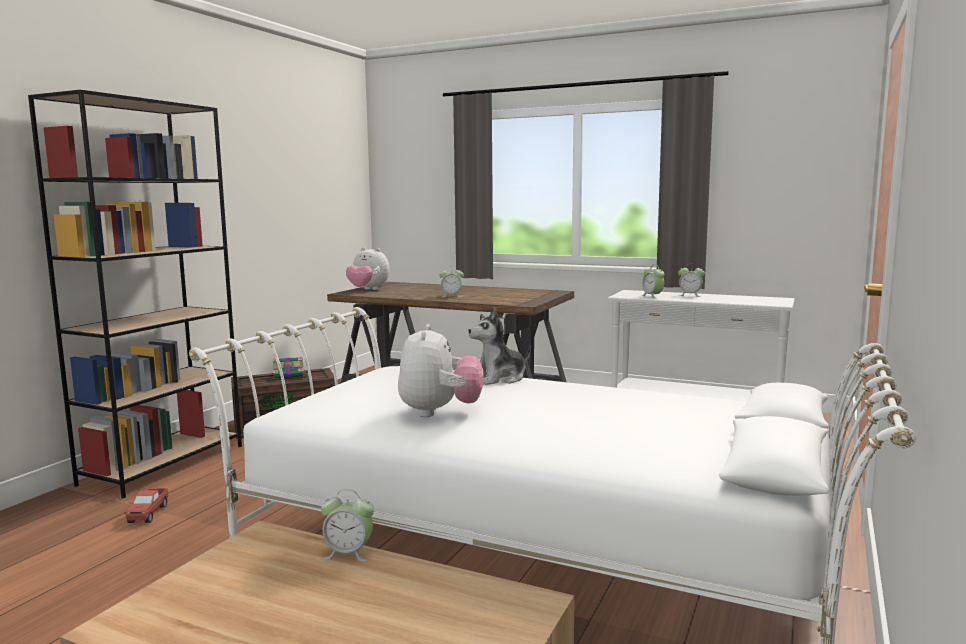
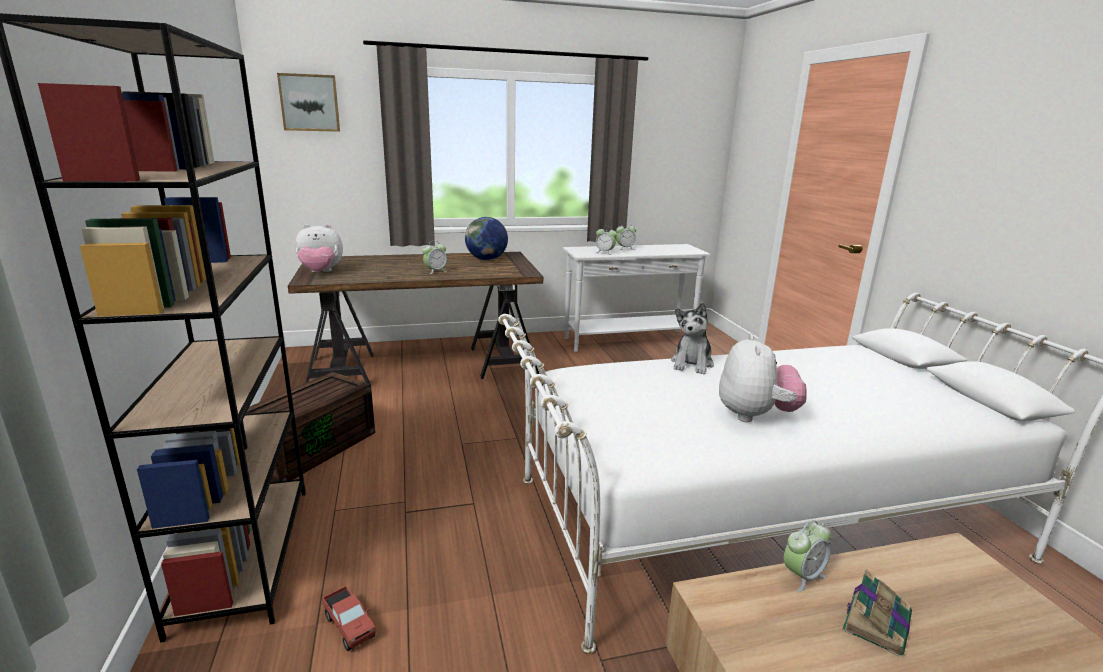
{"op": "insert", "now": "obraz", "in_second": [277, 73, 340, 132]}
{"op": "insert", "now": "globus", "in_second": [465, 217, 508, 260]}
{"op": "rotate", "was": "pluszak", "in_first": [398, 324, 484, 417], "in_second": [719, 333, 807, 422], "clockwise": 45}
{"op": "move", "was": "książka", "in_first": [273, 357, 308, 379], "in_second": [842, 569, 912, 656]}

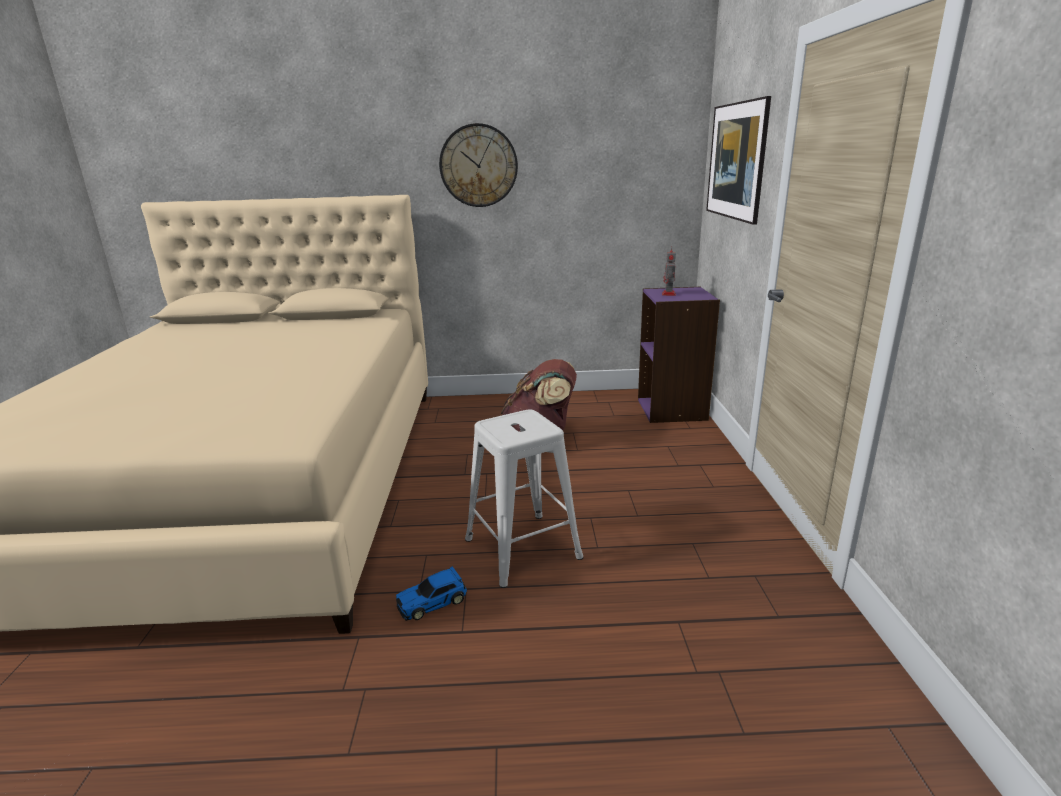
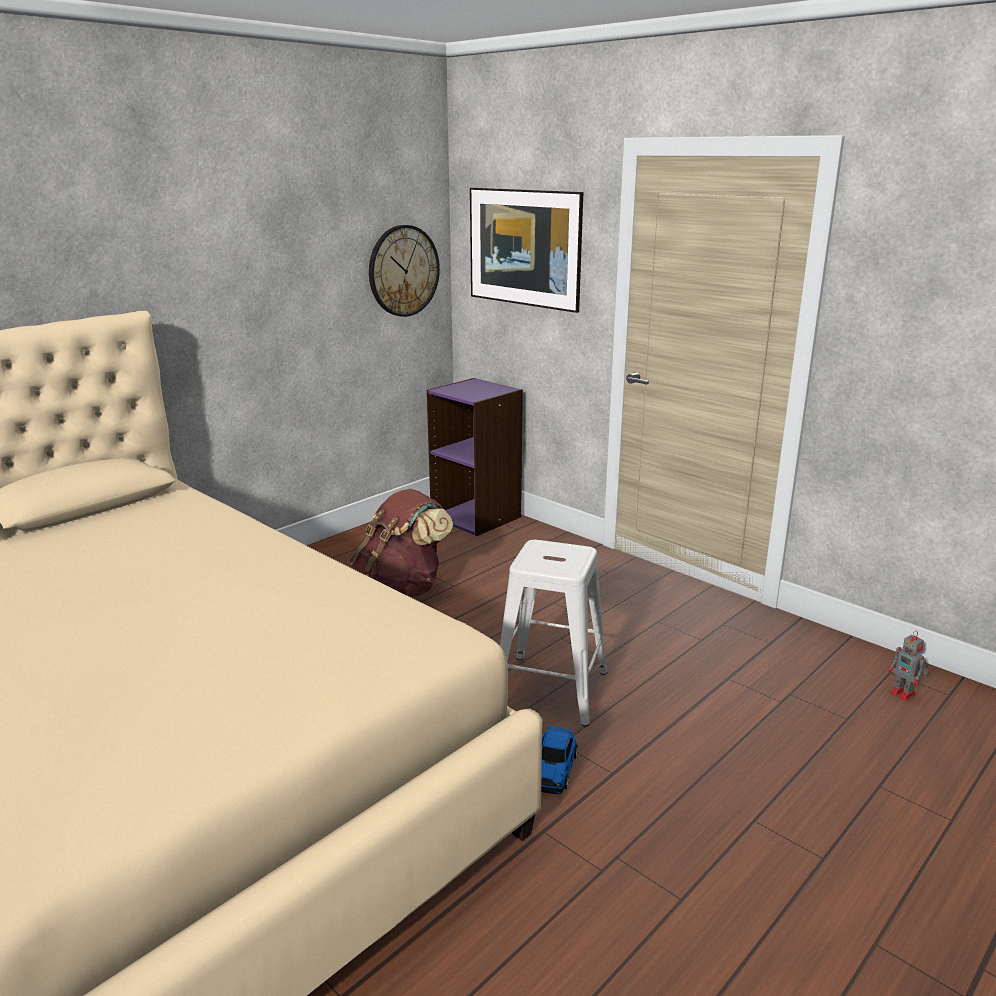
{"op": "move", "was": "zegar ścienny", "in_first": [439, 123, 518, 207], "in_second": [369, 225, 440, 317]}
{"op": "move", "was": "robot zabawkowy", "in_first": [662, 247, 676, 296], "in_second": [889, 631, 928, 701]}

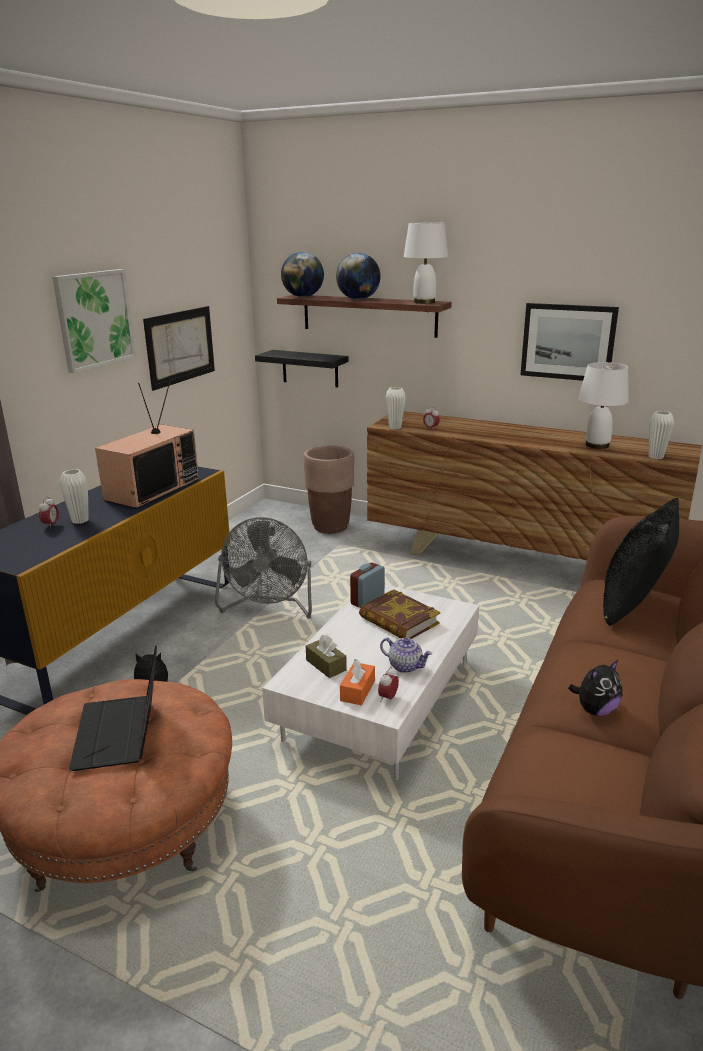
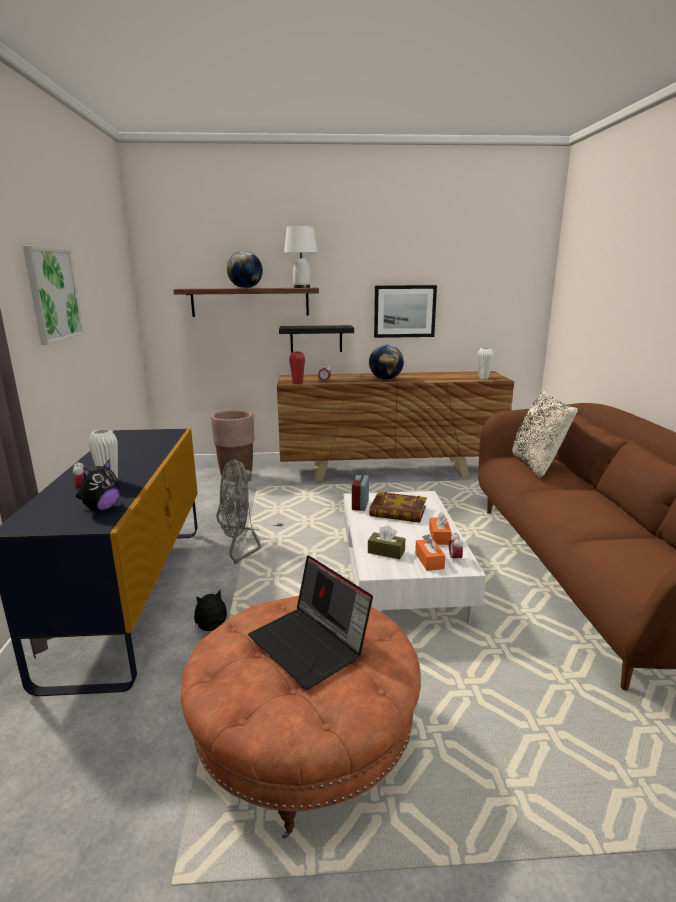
{"op": "move", "was": "pluszak", "in_first": [568, 660, 622, 716], "in_second": [76, 459, 120, 511]}
{"op": "rotate", "was": "wentylator (szary)", "in_first": [215, 517, 312, 619], "in_second": [216, 459, 283, 564], "clockwise": 90}
{"op": "move", "was": "półka (czarny)", "in_first": [255, 350, 349, 388], "in_second": [279, 325, 354, 353]}
{"op": "recolor", "was": "wazon (biały)", "now": "wazon (czerwony)", "in_first": [386, 387, 406, 429], "in_second": [289, 352, 305, 384]}
{"op": "move", "was": "globus", "in_first": [281, 252, 324, 297], "in_second": [369, 345, 404, 380]}
{"op": "replace", "was": "imbryk", "now": "pudełko chusteczek (pomarańczowy)", "in_first": [380, 638, 432, 673], "in_second": [429, 512, 452, 545]}
{"op": "recolor", "was": "poduszka (czarny)", "now": "poduszka (beżowy)", "in_first": [603, 498, 679, 626], "in_second": [512, 391, 578, 477]}
{"op": "delete", "was": "telewizor", "in_first": [95, 380, 199, 509]}
{"op": "delete", "was": "obraz", "in_first": [143, 306, 215, 391]}
{"op": "delete", "was": "lampa stołowa (biały)", "in_first": [578, 362, 629, 449]}

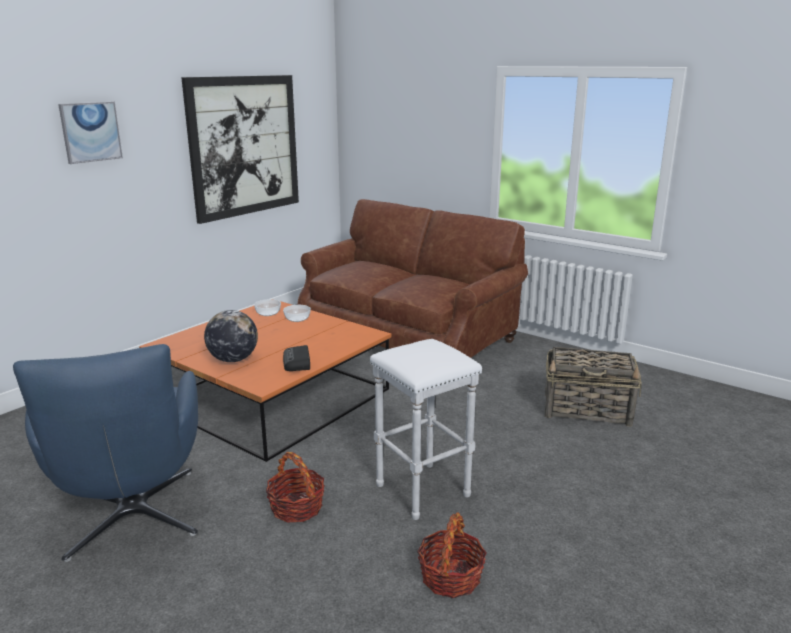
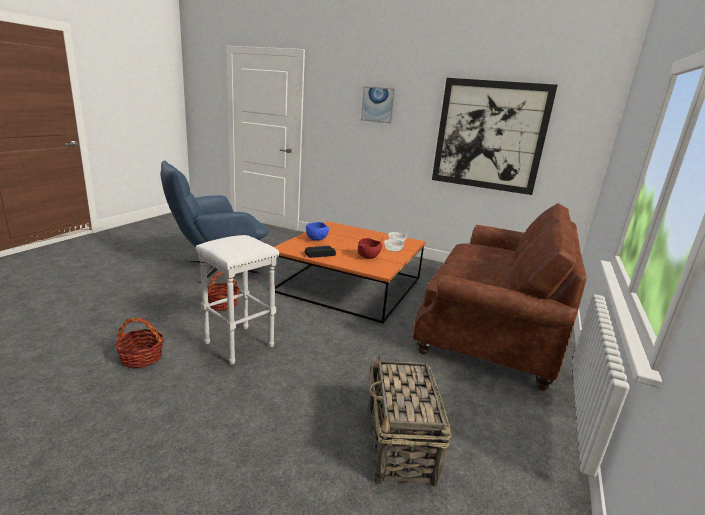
{"op": "replace", "was": "globus", "now": "miska (niebieski)", "in_first": [204, 310, 258, 362], "in_second": [305, 222, 329, 241]}
{"op": "insert", "now": "miska (czerwony)", "in_second": [358, 238, 382, 259]}

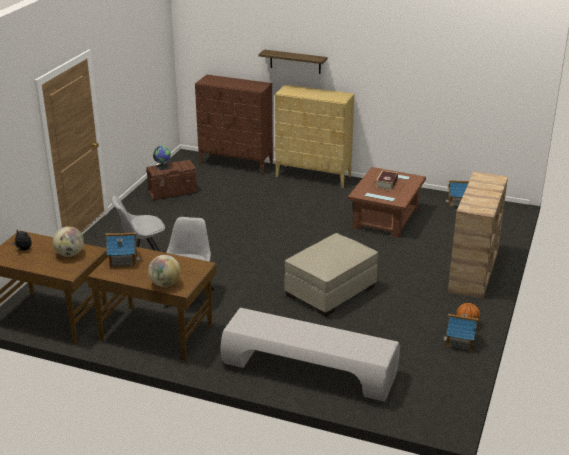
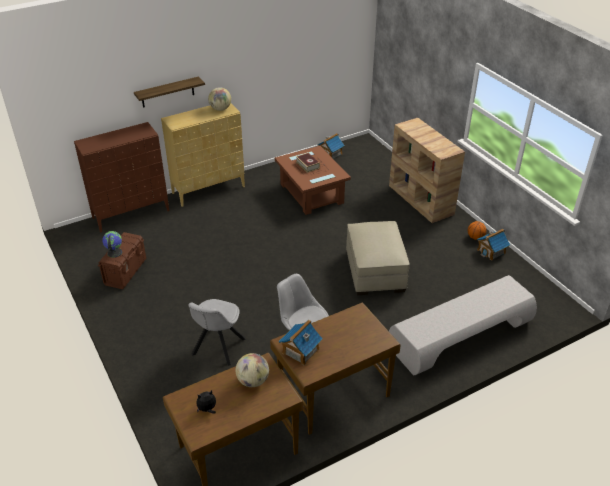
{"op": "move", "was": "globus", "in_first": [148, 255, 180, 287], "in_second": [208, 87, 231, 111]}

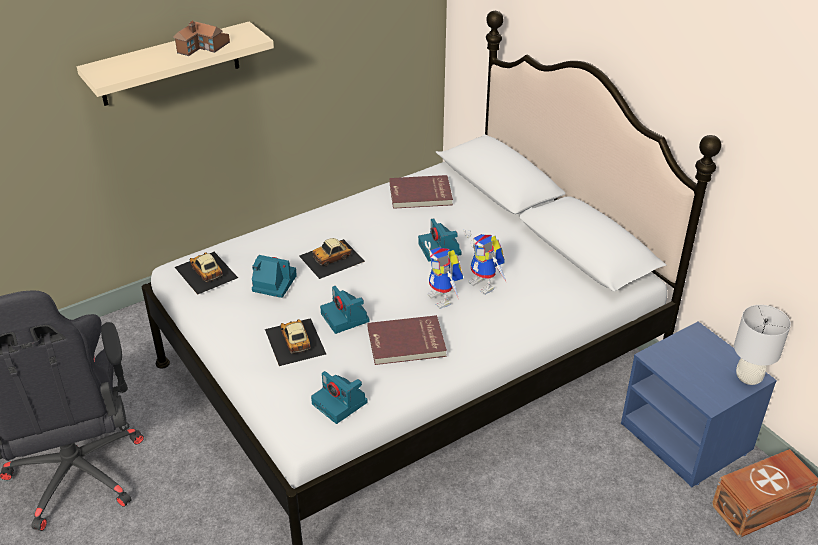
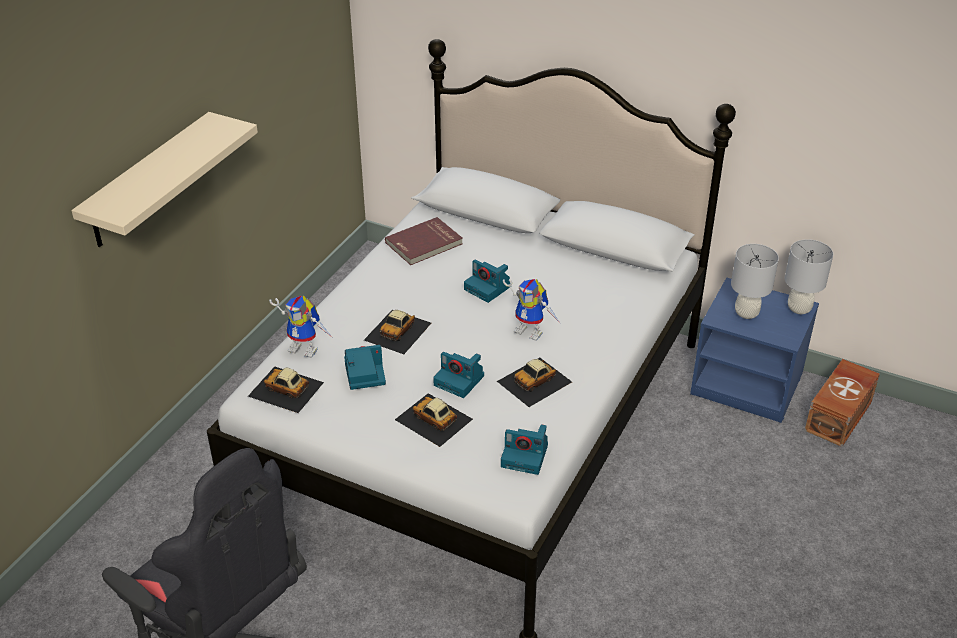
{"op": "move", "was": "robot zabawkowy", "in_first": [464, 230, 507, 295], "in_second": [269, 296, 333, 358]}
{"op": "replace", "was": "książka (czerwony)", "now": "samochodzik", "in_first": [367, 315, 447, 365], "in_second": [497, 358, 572, 407]}
{"op": "insert", "now": "lampa stołowa (szary)", "in_second": [731, 244, 779, 319]}
{"op": "delete", "was": "domek", "in_first": [173, 21, 230, 56]}

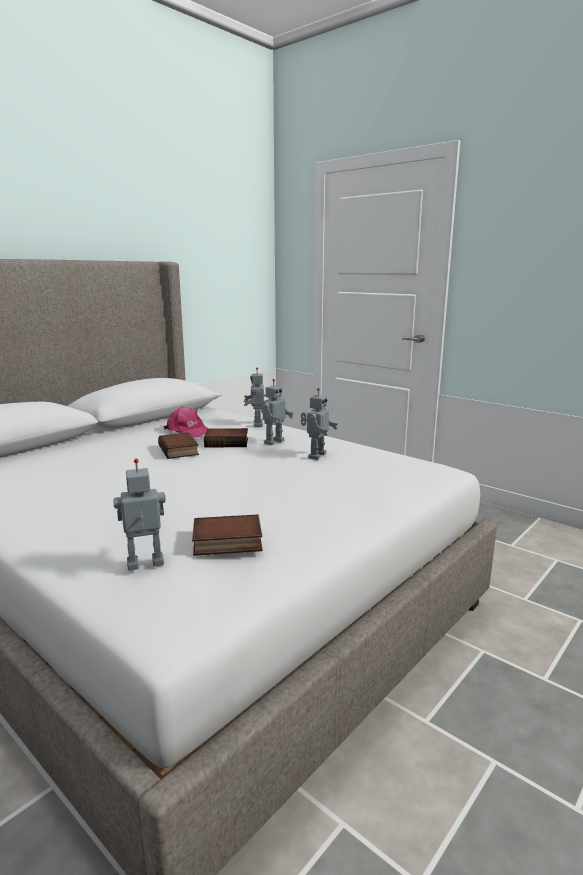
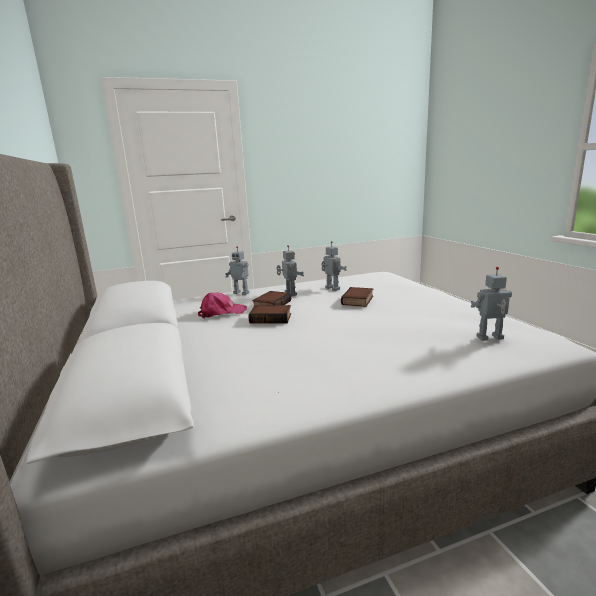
{"op": "move", "was": "książka", "in_first": [192, 514, 263, 556], "in_second": [341, 287, 373, 307]}
{"op": "rotate", "was": "robot zabawkowy", "in_first": [113, 459, 166, 570], "in_second": [471, 267, 512, 341], "clockwise": 75}

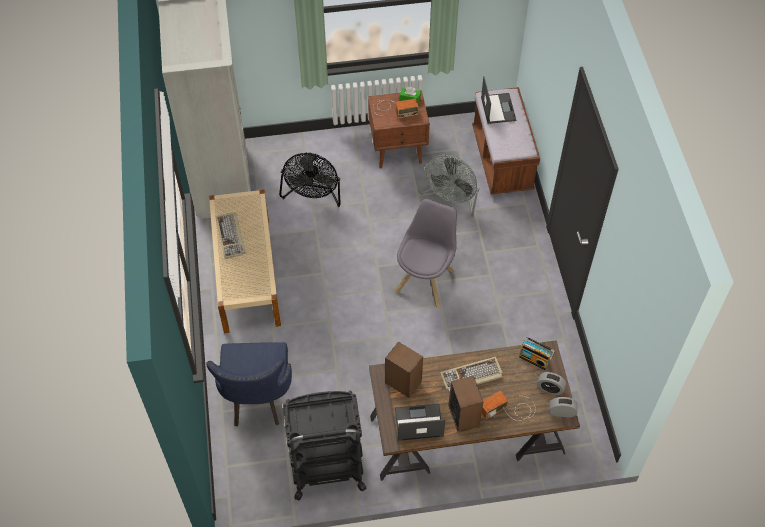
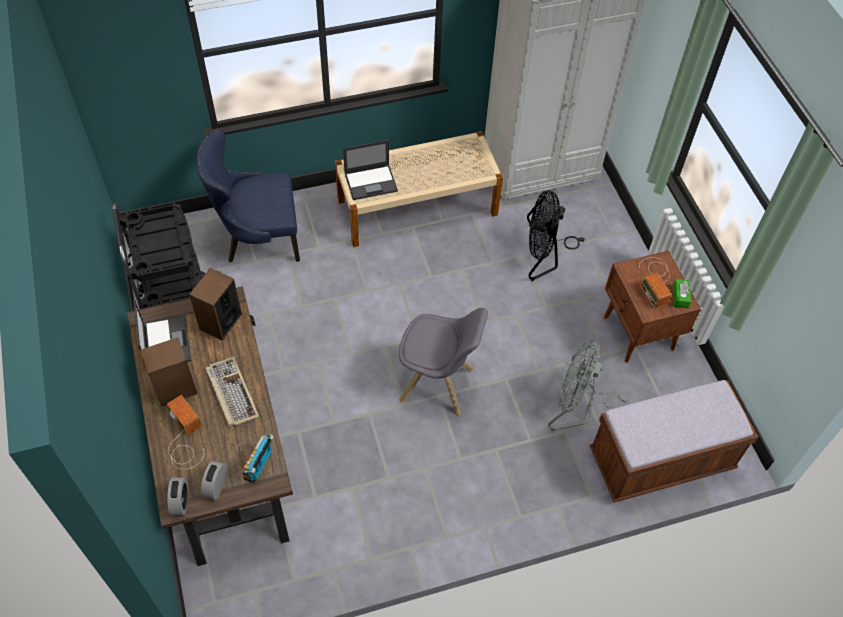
{"op": "move", "was": "laptop", "in_first": [481, 76, 516, 124], "in_second": [343, 140, 398, 200]}
{"op": "delete", "was": "klawiatura", "in_first": [216, 212, 246, 259]}

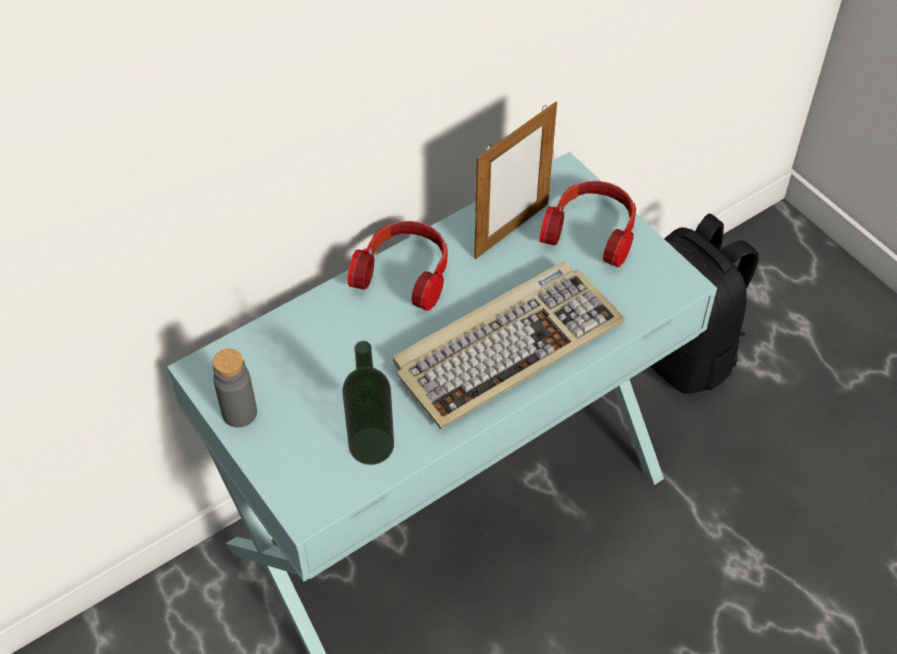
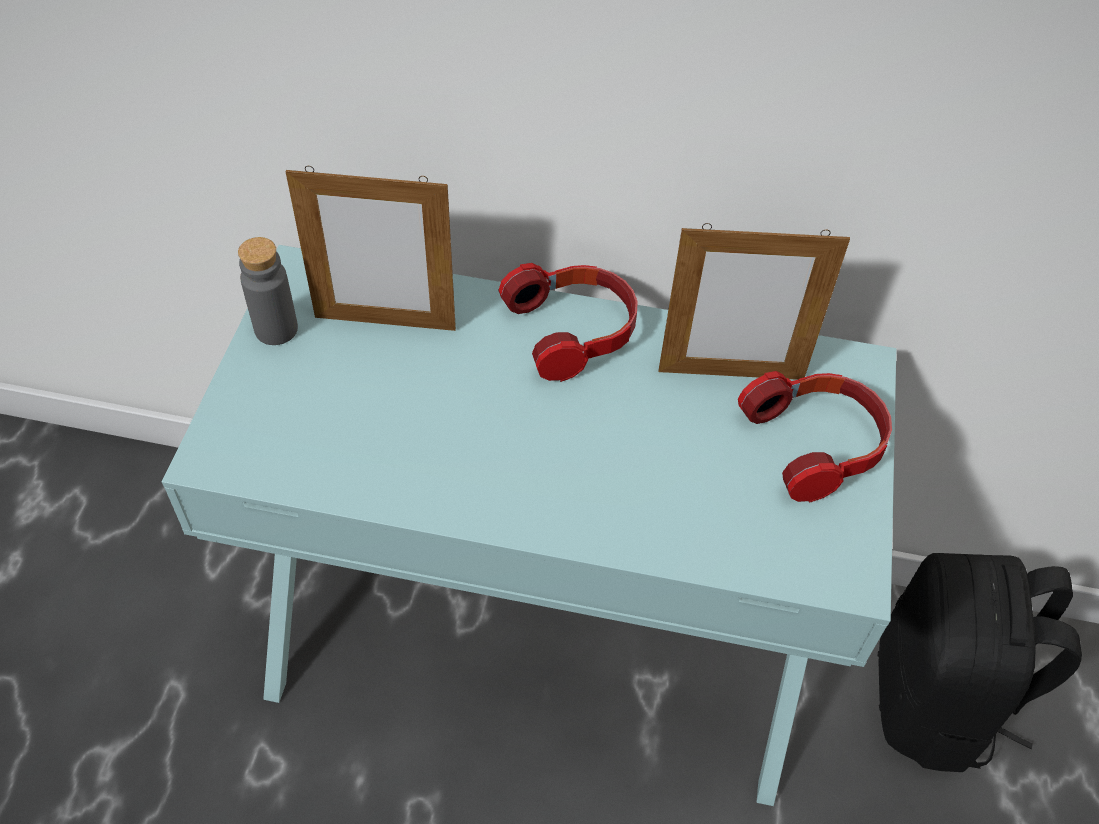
{"op": "insert", "now": "ramka na zdjęcie", "in_second": [286, 166, 456, 331]}
{"op": "delete", "was": "butelka", "in_first": [342, 341, 394, 465]}
{"op": "delete", "was": "klawiatura", "in_first": [393, 261, 625, 430]}

